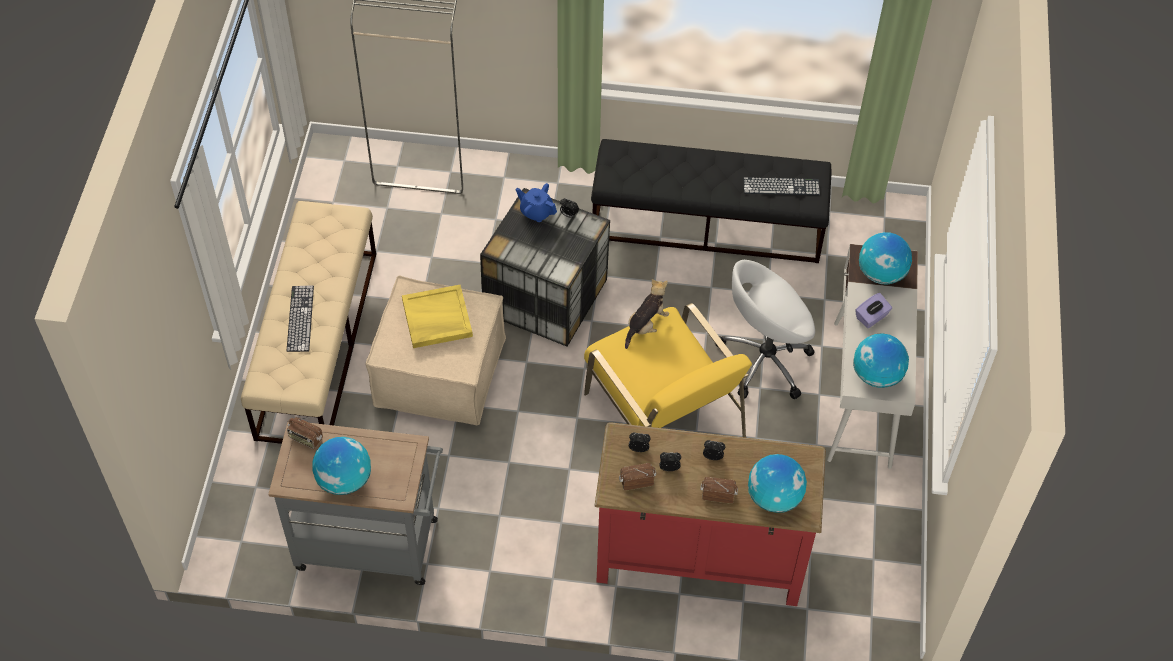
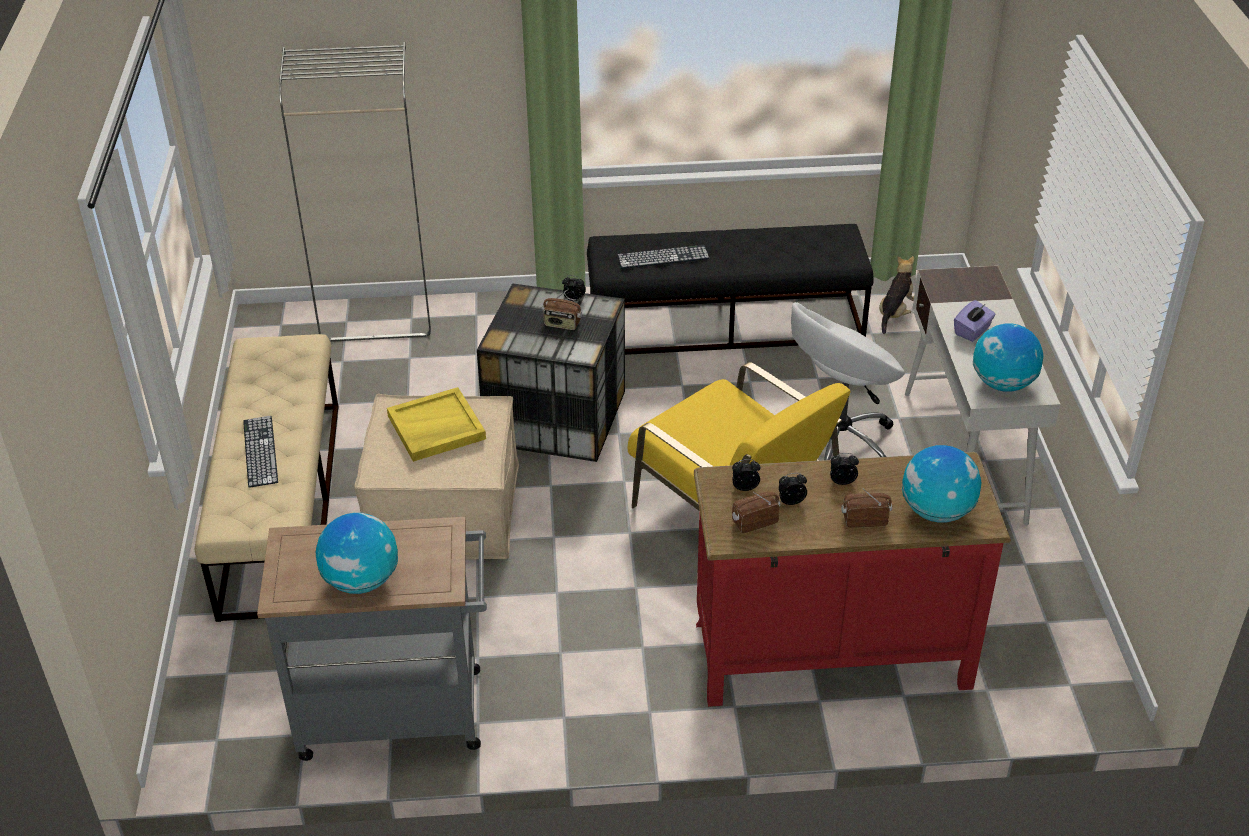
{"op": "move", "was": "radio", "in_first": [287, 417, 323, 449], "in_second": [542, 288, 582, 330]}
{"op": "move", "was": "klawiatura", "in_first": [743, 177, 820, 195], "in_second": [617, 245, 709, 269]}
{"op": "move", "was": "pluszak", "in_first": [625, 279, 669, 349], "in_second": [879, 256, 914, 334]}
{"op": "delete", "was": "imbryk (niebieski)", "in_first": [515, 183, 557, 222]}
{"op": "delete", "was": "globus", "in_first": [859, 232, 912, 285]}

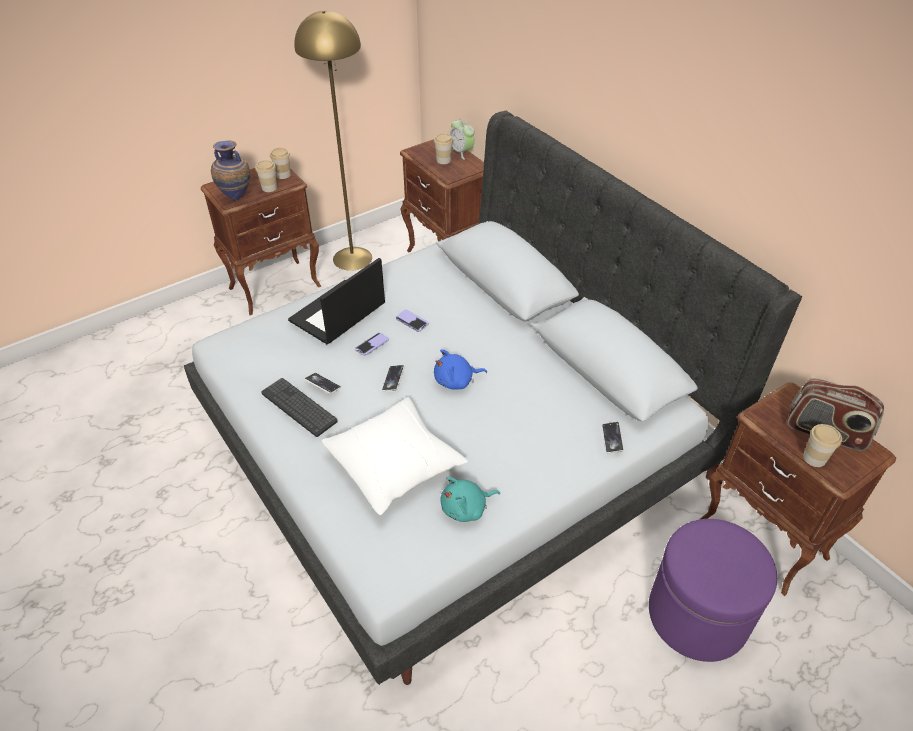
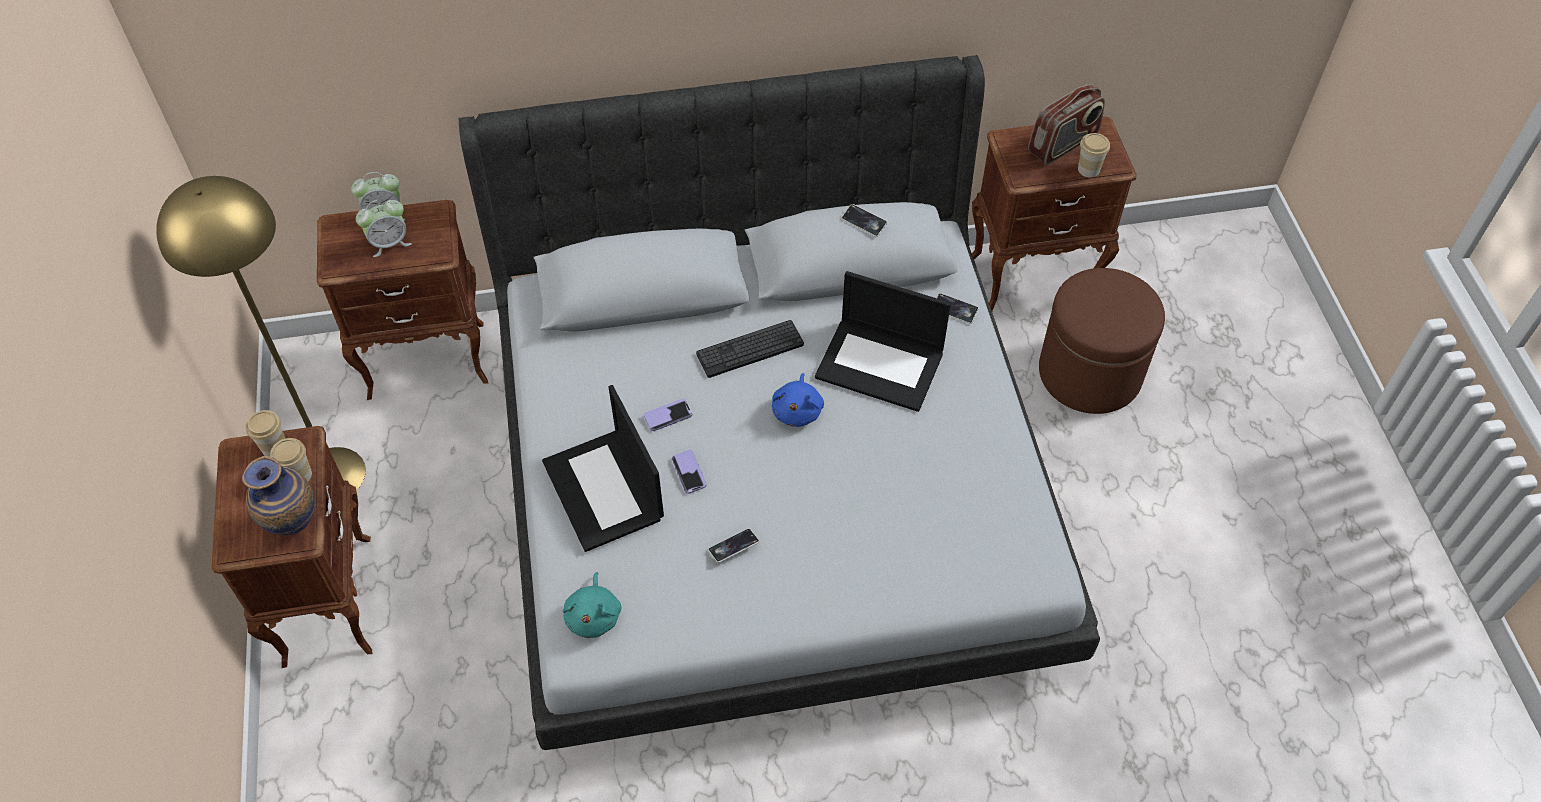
{"op": "replace", "was": "filiżanka", "now": "budzik", "in_first": [434, 134, 453, 164], "in_second": [356, 199, 412, 257]}
{"op": "move", "was": "pluszak (turkusowy)", "in_first": [440, 477, 500, 522], "in_second": [563, 572, 621, 638]}
{"op": "move", "was": "klawiatura", "in_first": [261, 378, 338, 437], "in_second": [696, 320, 804, 378]}
{"op": "insert", "now": "laptop", "in_second": [815, 271, 951, 412]}
{"op": "move", "was": "telefon", "in_first": [382, 365, 405, 391], "in_second": [842, 204, 887, 237]}
{"op": "recolor", "was": "pufa (fioletowy)", "now": "pufa (brązowy)", "in_first": [649, 519, 777, 662], "in_second": [1039, 268, 1165, 414]}
{"op": "delete", "was": "poduszka (biały)", "in_first": [322, 397, 468, 515]}

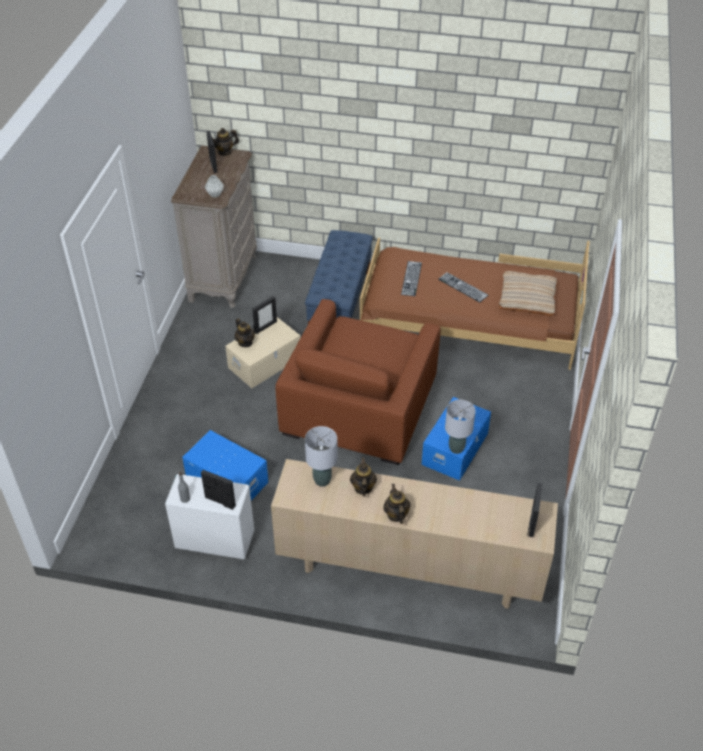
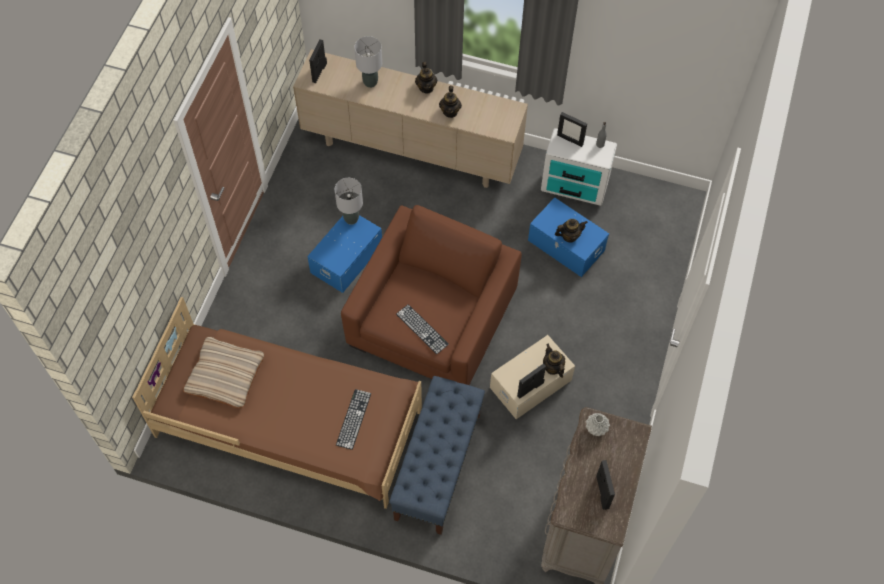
{"op": "move", "was": "lampa stołowa (szary)", "in_first": [305, 426, 338, 487], "in_second": [354, 36, 382, 88]}
{"op": "move", "was": "klawiatura", "in_first": [438, 272, 489, 302], "in_second": [396, 304, 449, 354]}
{"op": "move", "was": "imbryk", "in_first": [212, 128, 239, 156], "in_second": [555, 219, 588, 243]}

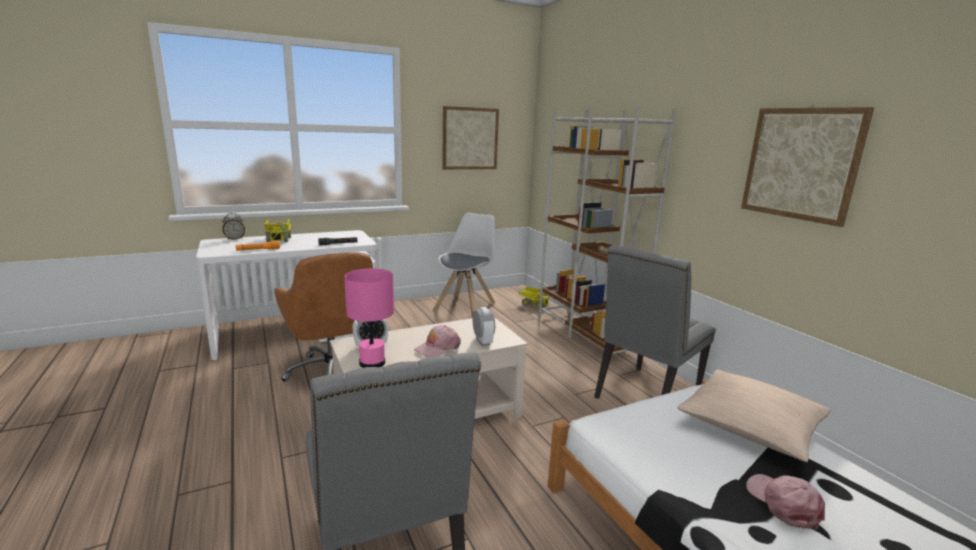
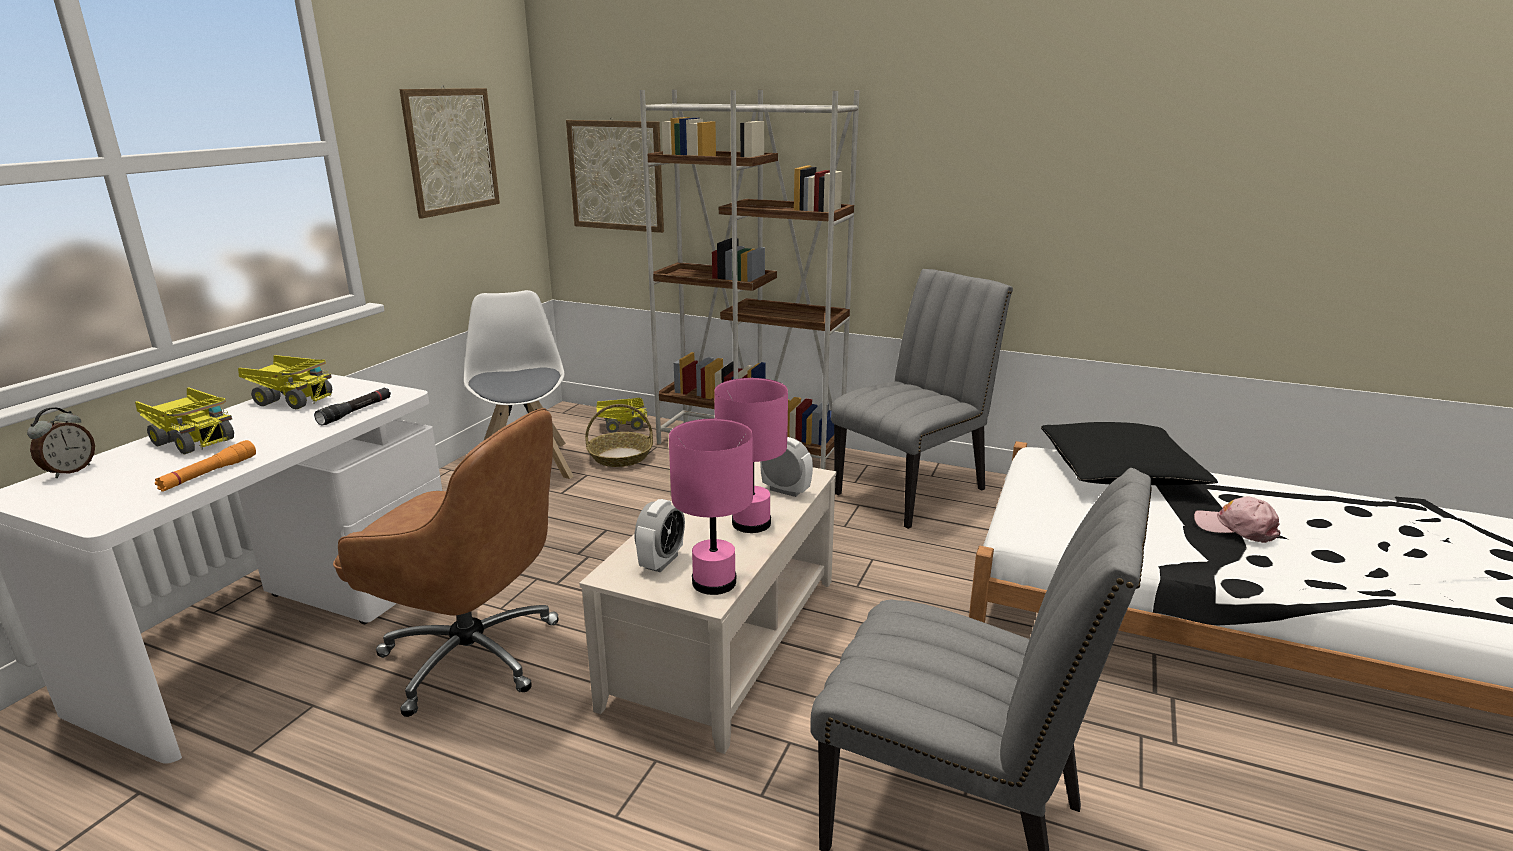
{"op": "insert", "now": "ciężarówka zabawkowa", "in_second": [238, 355, 332, 409]}
{"op": "move", "was": "obraz", "in_first": [741, 105, 874, 227], "in_second": [566, 118, 664, 233]}
{"op": "insert", "now": "koszyk", "in_second": [585, 404, 653, 467]}
{"op": "replace", "was": "czapka z daszkiem (różowy)", "now": "lampa stołowa (różowy)", "in_first": [414, 325, 461, 357], "in_second": [714, 378, 788, 533]}
{"op": "rotate", "was": "krzesło (szary)", "in_first": [594, 245, 716, 399], "in_second": [831, 269, 1013, 529], "clockwise": -135}
{"op": "recolor", "was": "poduszka (beżowy)", "now": "poduszka (czarny)", "in_first": [678, 370, 831, 462], "in_second": [1041, 422, 1218, 485]}

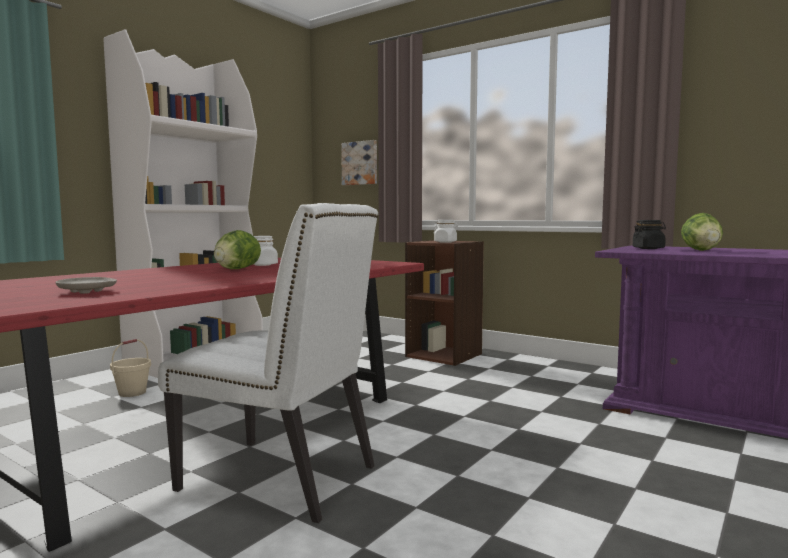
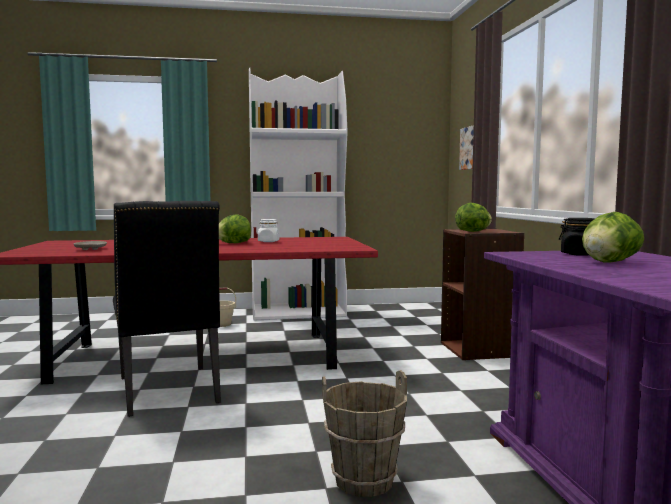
{"op": "recolor", "was": "krzesło (biały)", "now": "krzesło (czarny)", "in_first": [158, 203, 378, 523], "in_second": [113, 201, 221, 417]}
{"op": "insert", "now": "wiadro (brązowy)", "in_second": [322, 370, 407, 497]}
{"op": "replace", "was": "słoik (biały)", "now": "sałata", "in_first": [434, 220, 458, 243], "in_second": [455, 203, 492, 232]}

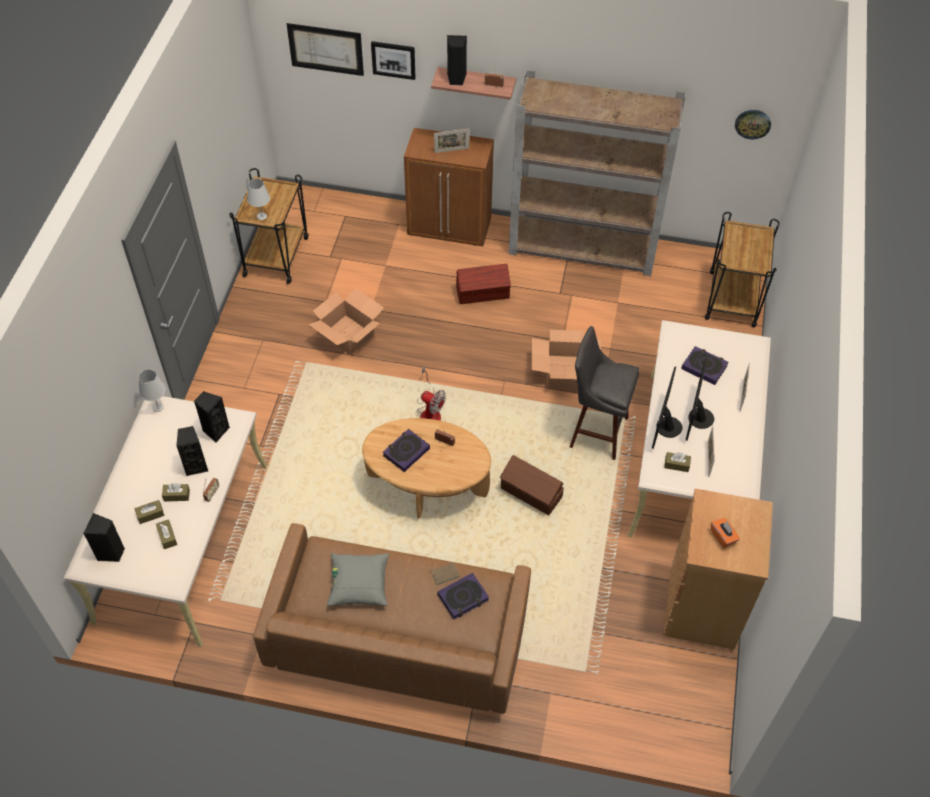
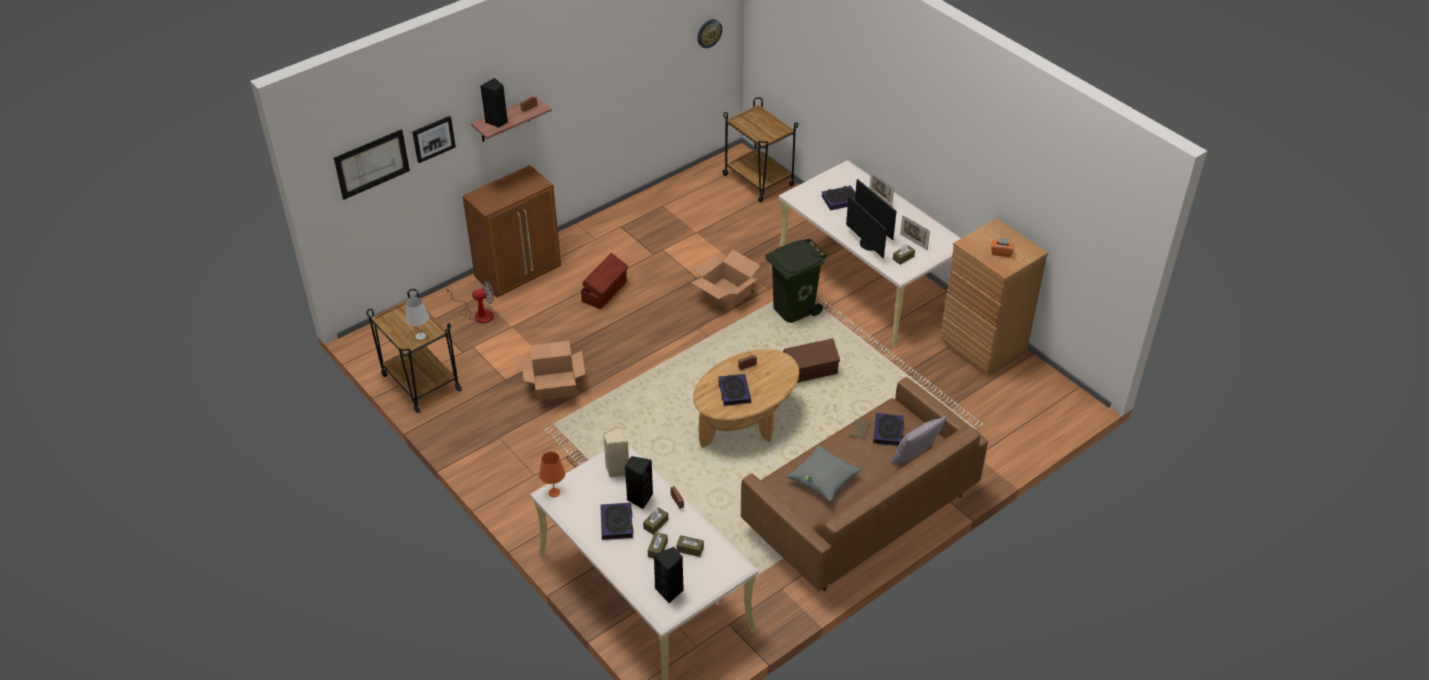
{"op": "move", "was": "wentylator", "in_first": [417, 366, 446, 421], "in_second": [446, 281, 494, 323]}
{"op": "recolor", "was": "lampa stołowa (biały)", "now": "lampa stołowa (pomarańczowy)", "in_first": [138, 369, 166, 412], "in_second": [539, 452, 565, 497]}
{"op": "insert", "now": "książka", "in_second": [600, 503, 633, 540]}
{"op": "recolor", "was": "głośnik (czarny)", "now": "głośnik (beżowy)", "in_first": [194, 391, 230, 443], "in_second": [603, 426, 629, 478]}
{"op": "replace", "was": "stołek (szary)", "now": "kosz na śmieci (zielony)", "in_first": [570, 326, 639, 460], "in_second": [765, 239, 828, 323]}
{"op": "insert", "now": "poduszka (fioletowy)", "in_second": [891, 416, 947, 464]}
{"op": "delete", "was": "ramka na zdjęcie", "in_first": [434, 129, 470, 153]}
{"op": "delete", "was": "regał (brązowy)", "in_first": [509, 70, 686, 276]}

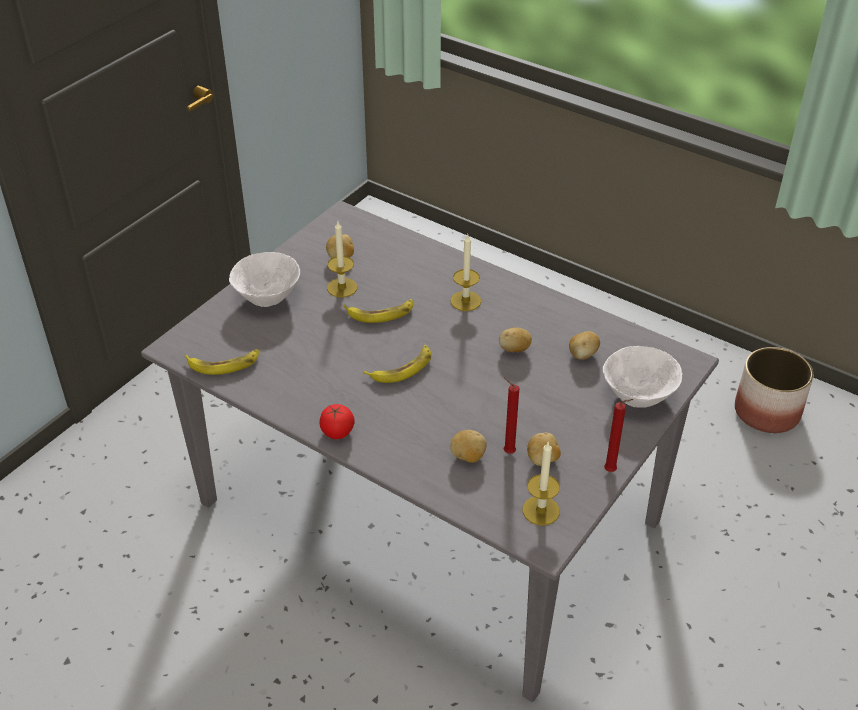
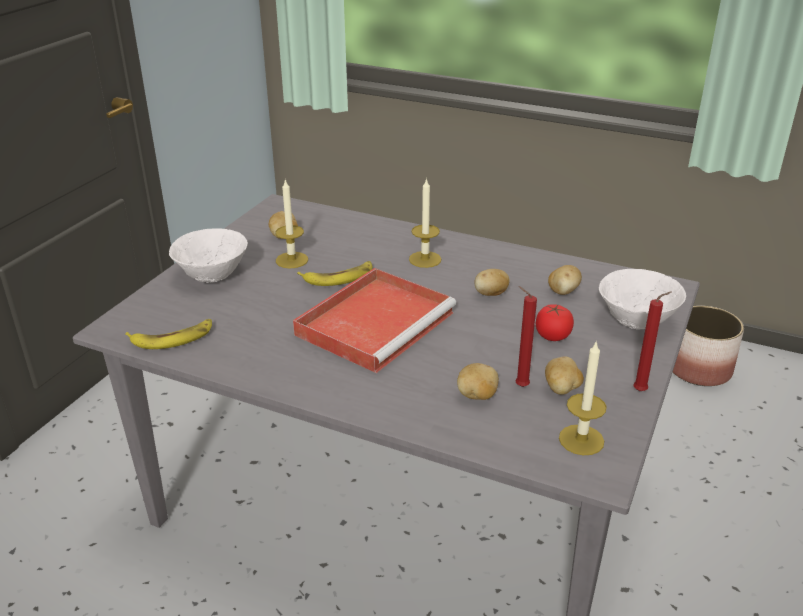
{"op": "replace", "was": "banan", "now": "taca (czerwony)", "in_first": [363, 345, 432, 383], "in_second": [293, 268, 456, 373]}
{"op": "move", "was": "pomidor", "in_first": [320, 404, 355, 439], "in_second": [536, 304, 574, 341]}

